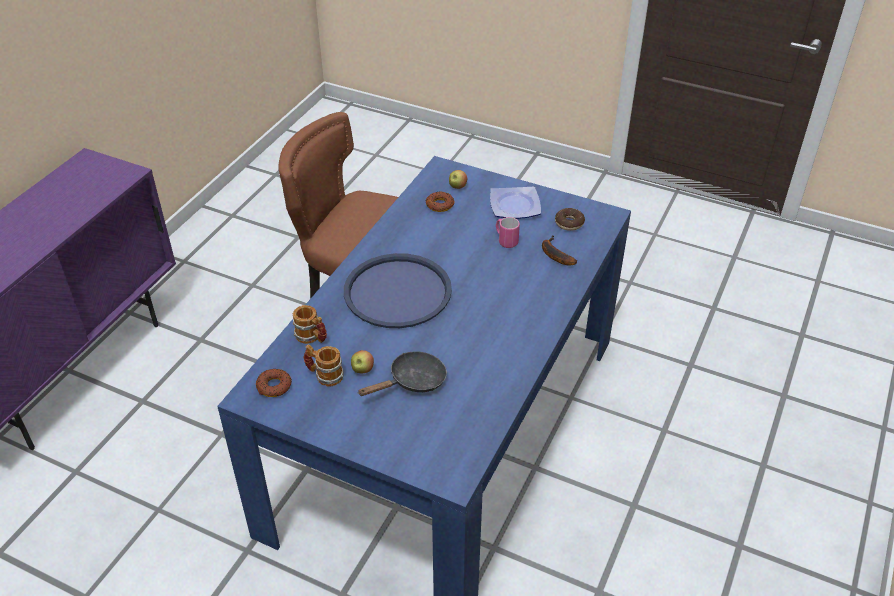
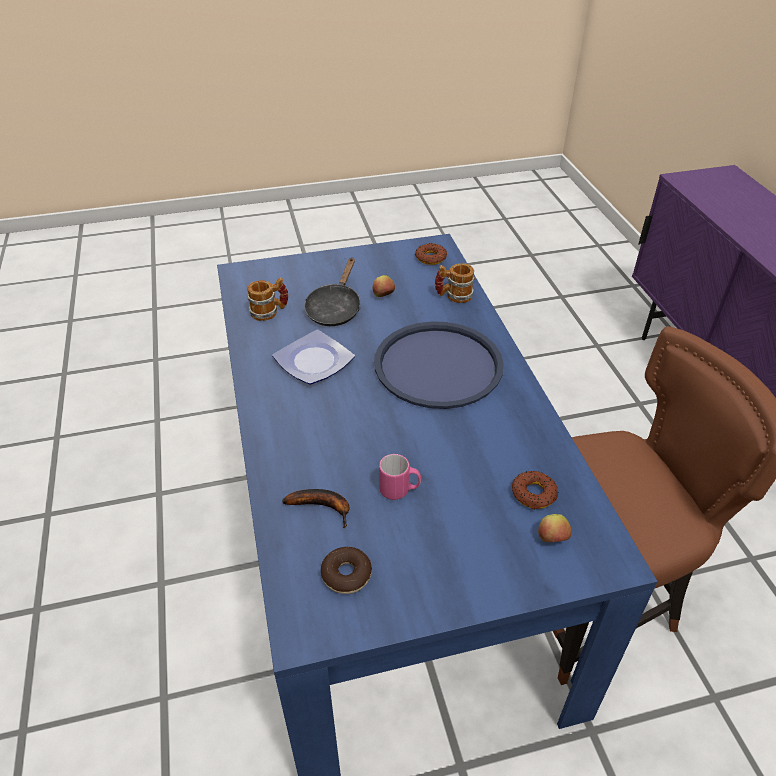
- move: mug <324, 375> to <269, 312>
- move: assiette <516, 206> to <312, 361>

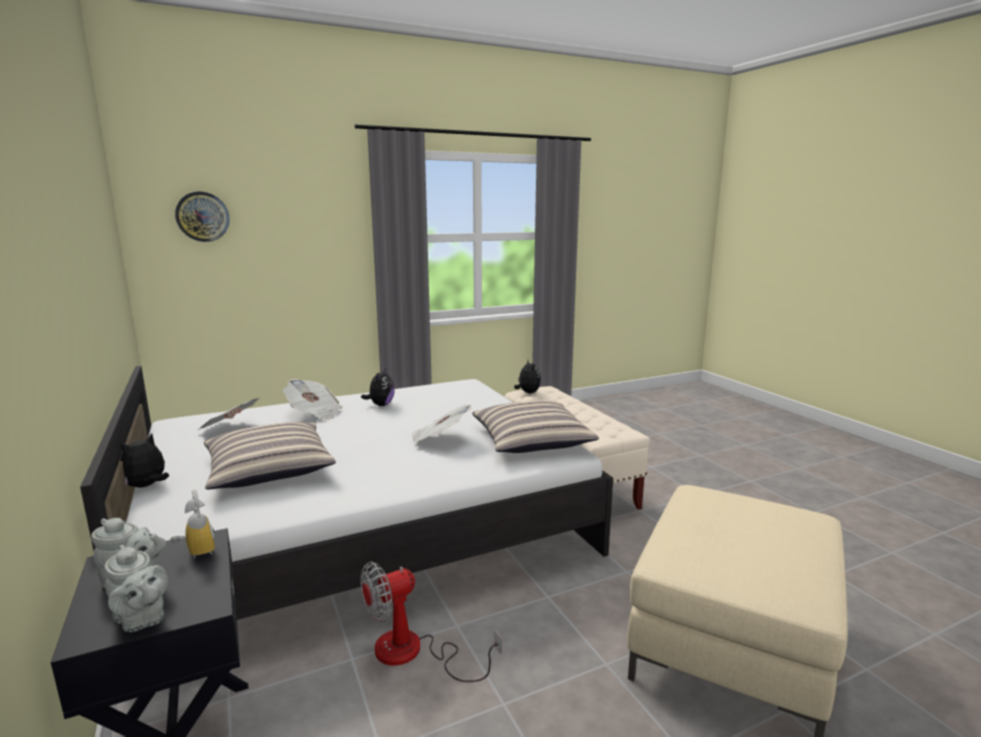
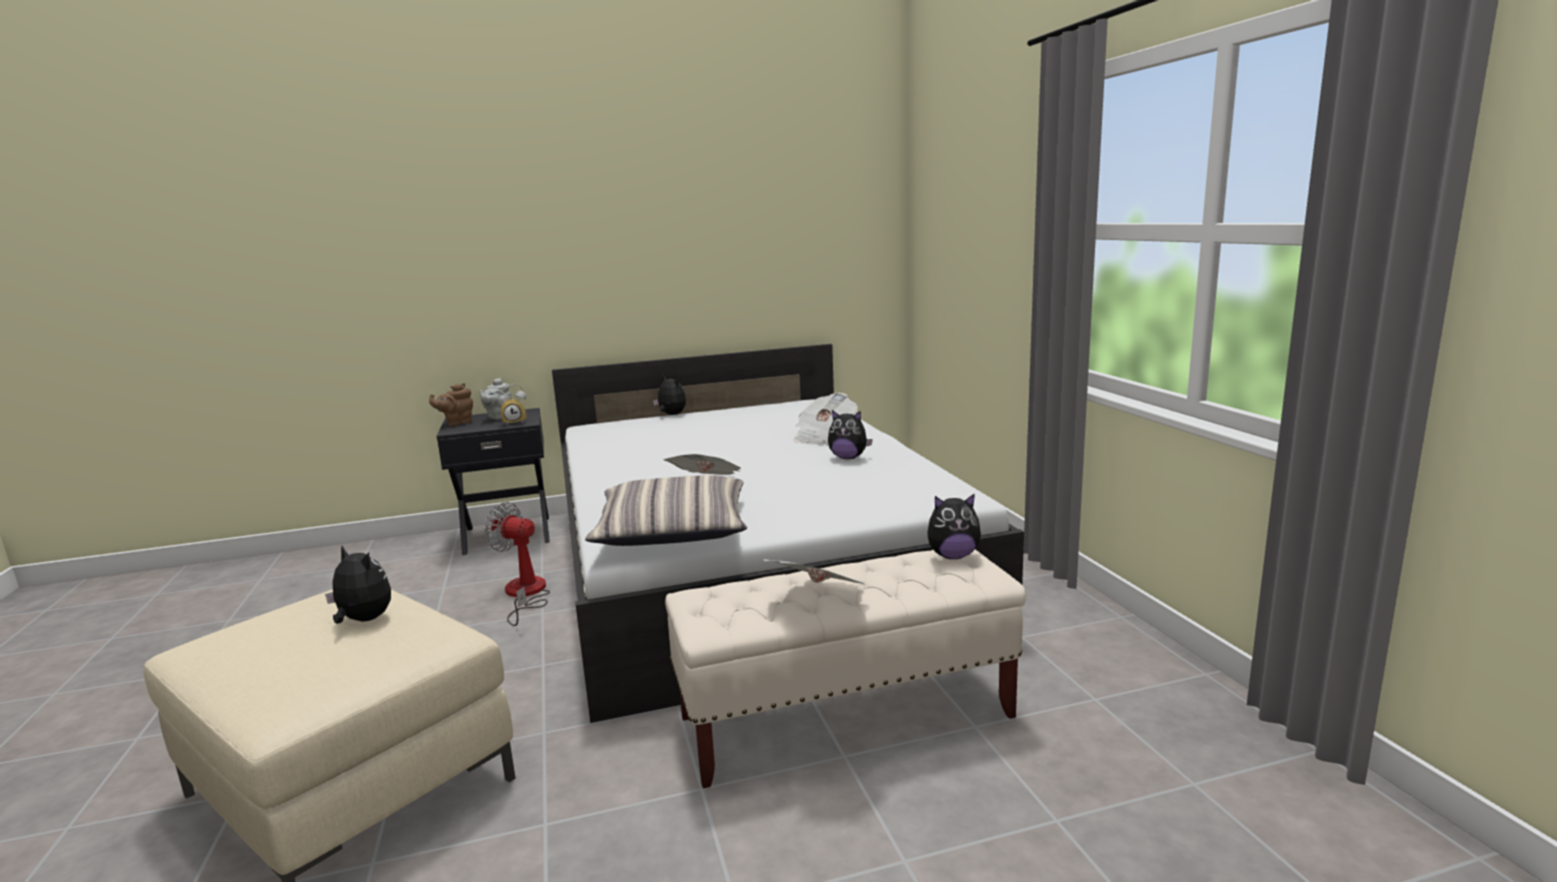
- insert: peluche <363, 620>
- recolor: théière/gris <141, 619> to théière/marron <457, 423>
- rotate: ventilateur <413, 653> = <525, 594> 45 degrees counterclockwise
- move: journal <230, 429> to <821, 599>
- delete: horloge murale <202, 216>
- delete: coussin <269, 468>

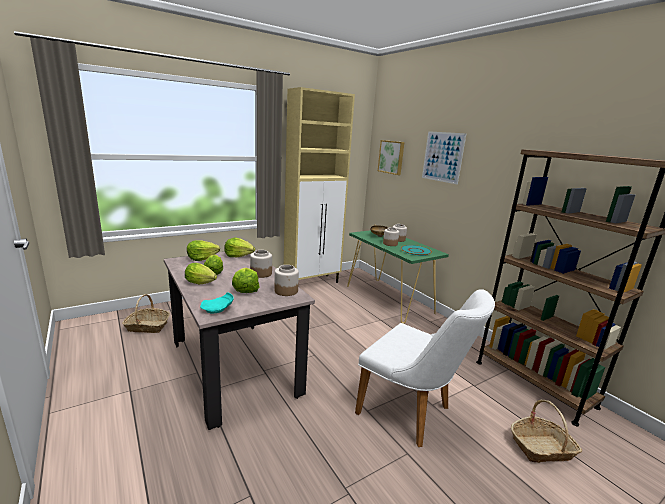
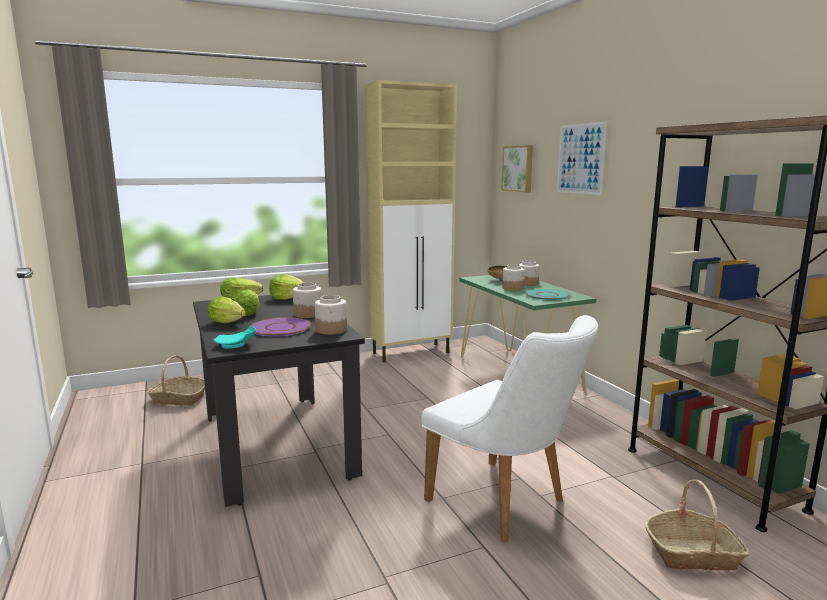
- recolor: table à manger/beige <234, 366> to table à manger/noir <276, 443>
- replace: laitue <245, 289> to assiette/violet <280, 328>

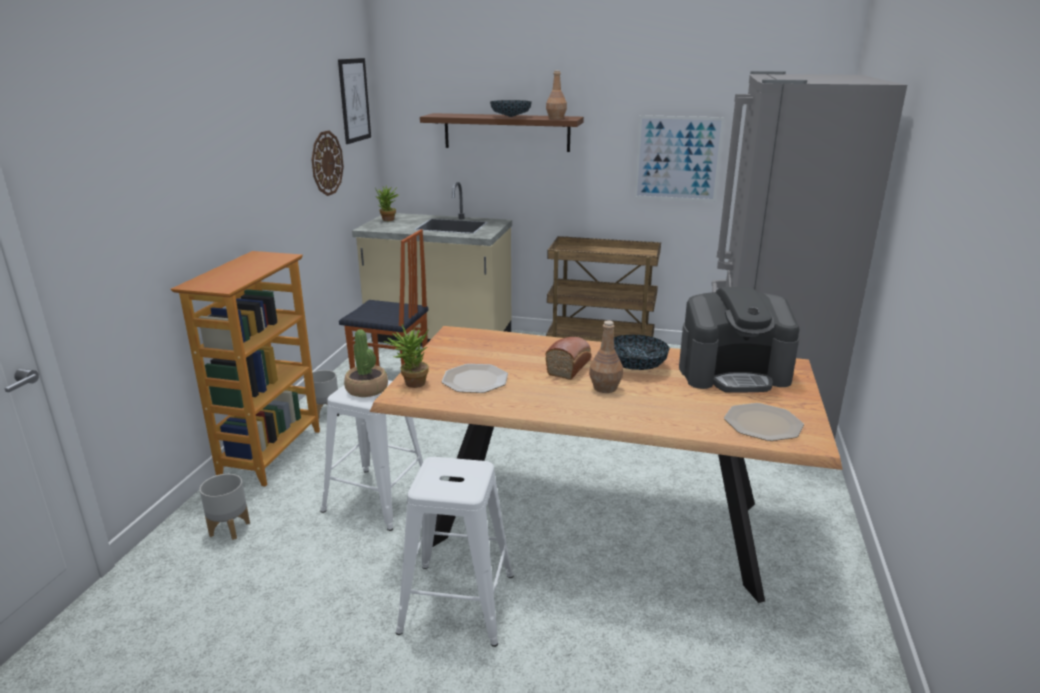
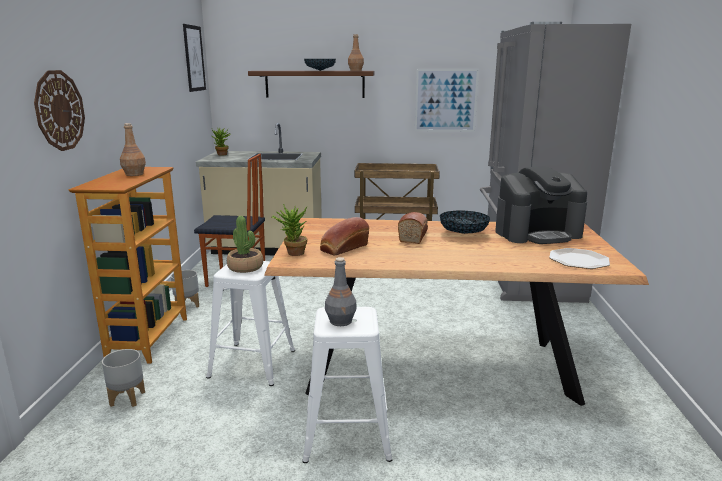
- move: horloge murale <326, 163> to <59, 110>
- move: bouteille/marron <605, 388> to <134, 174>
- replace: assiette <474, 380> to pain <343, 248>
- insert: bouteille/gris <341, 321>

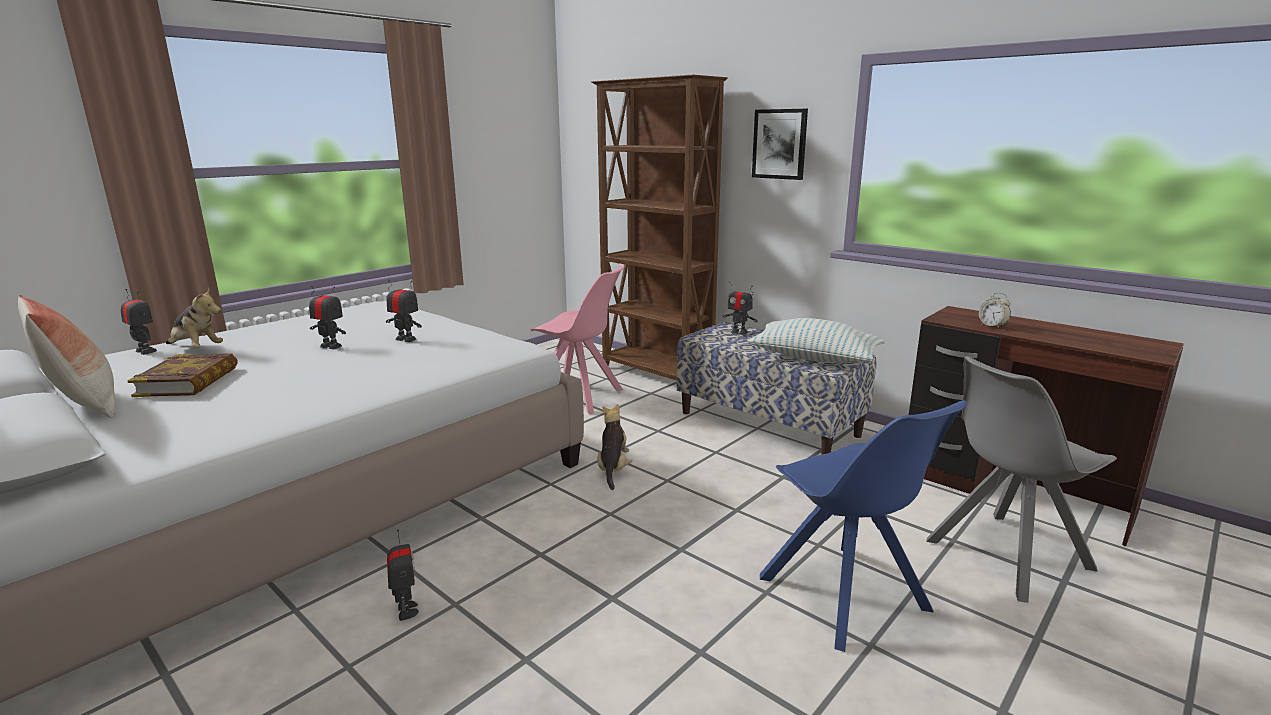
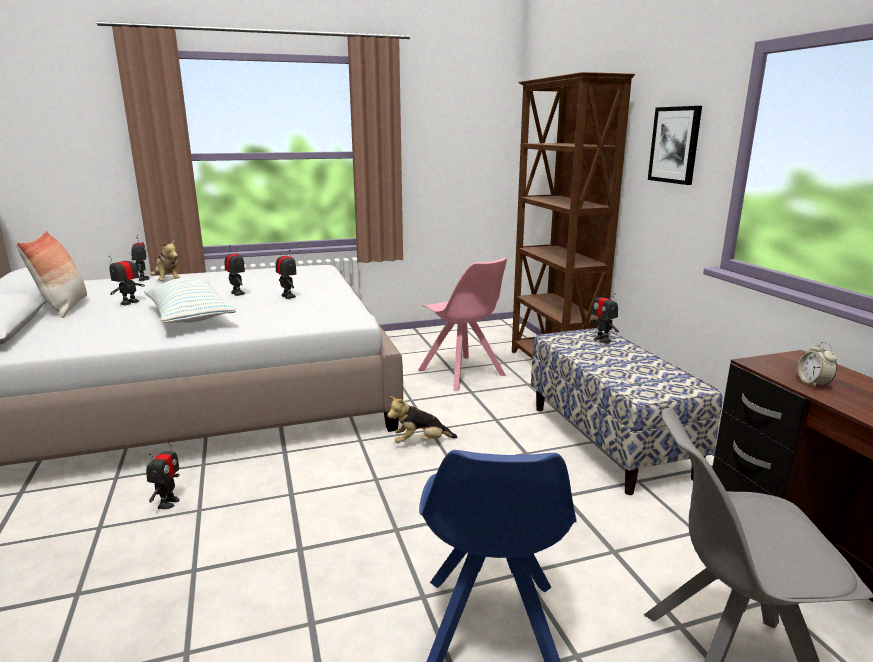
- replace: livre <188, 381> to robot jouet <129, 303>
- move: coussin <813, 358> to <189, 317>
- rotate: peluche <613, 469> = <420, 442> 135 degrees counterclockwise

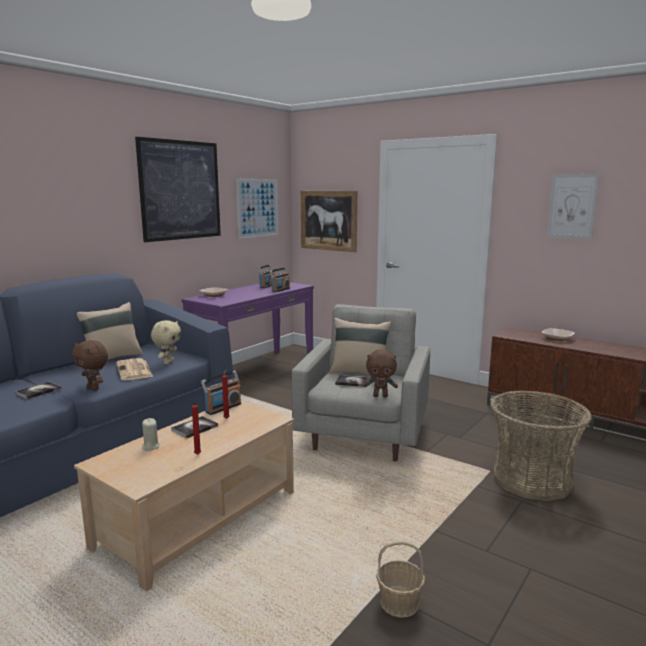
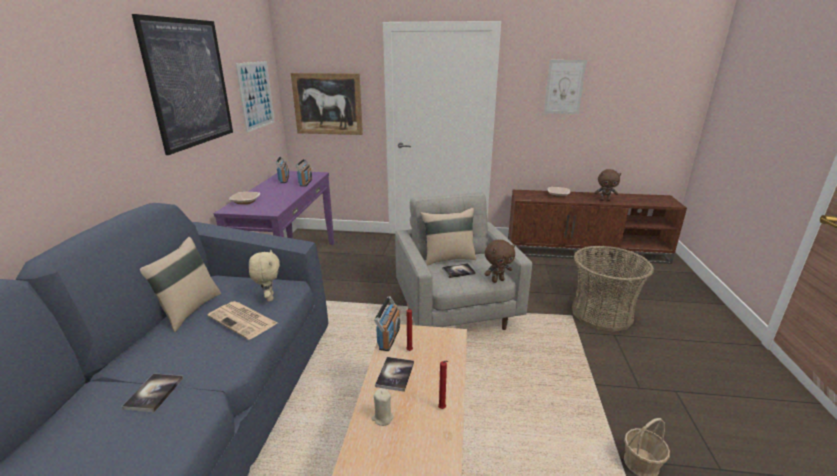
- move: peluche/marron <94, 388> to <605, 200>

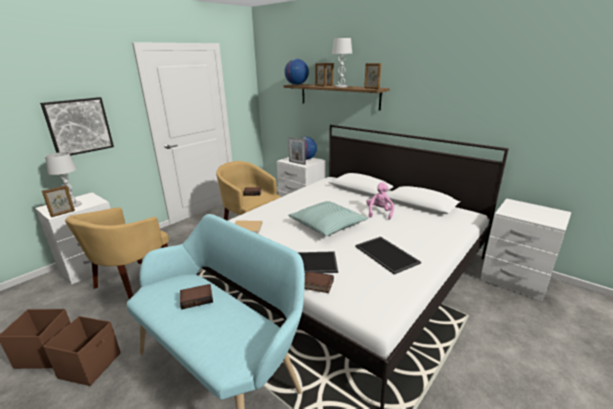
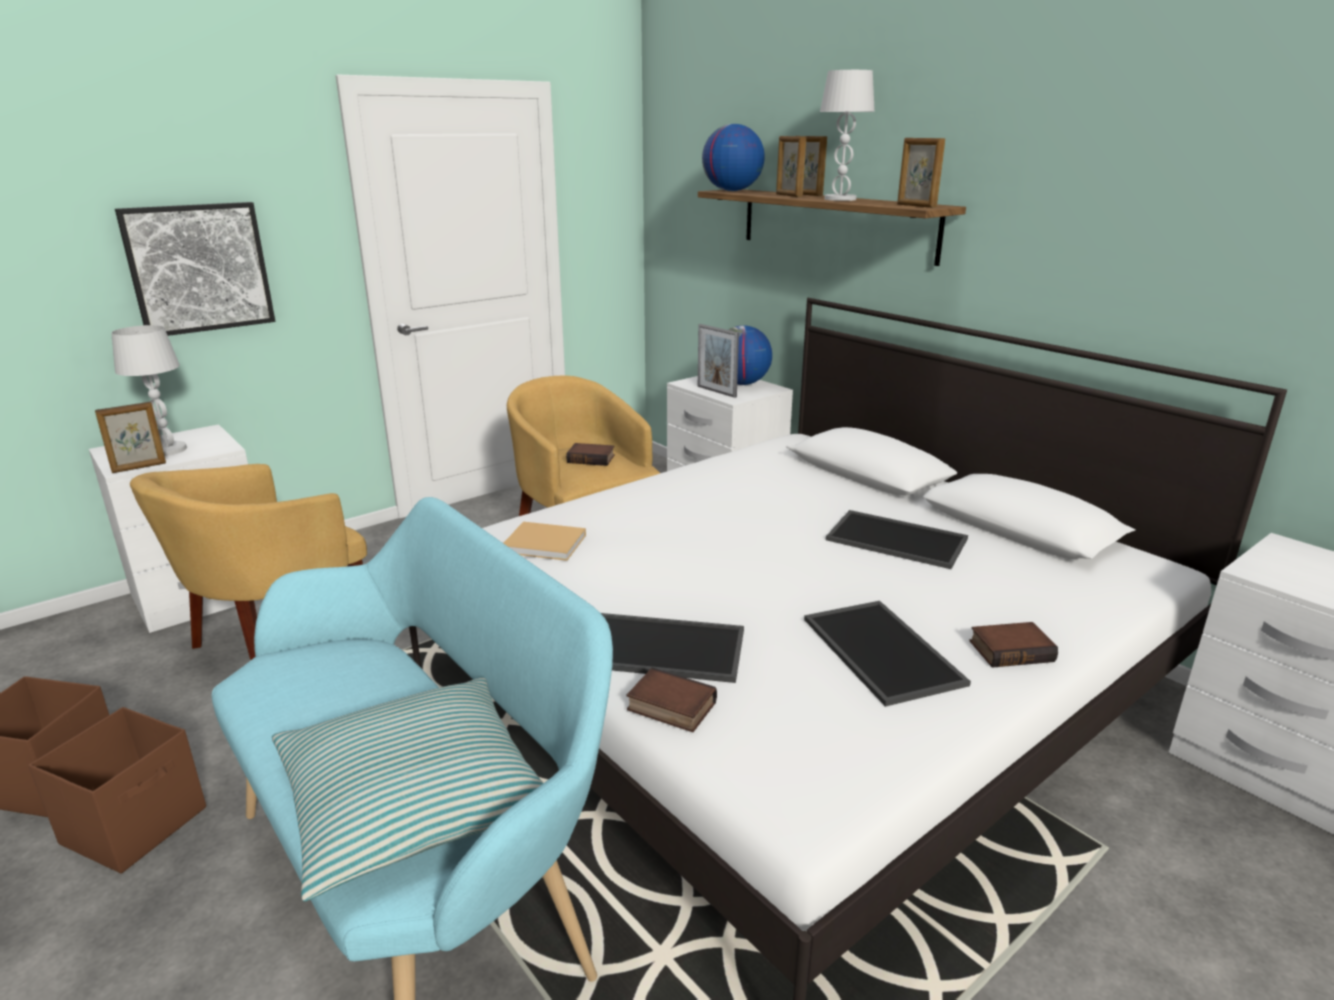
- move: coussin <327, 225> to <413, 798>
- replace: peluche/rose <379, 213> to plateau <898, 539>
- move: livre <197, 298> to <1011, 650>

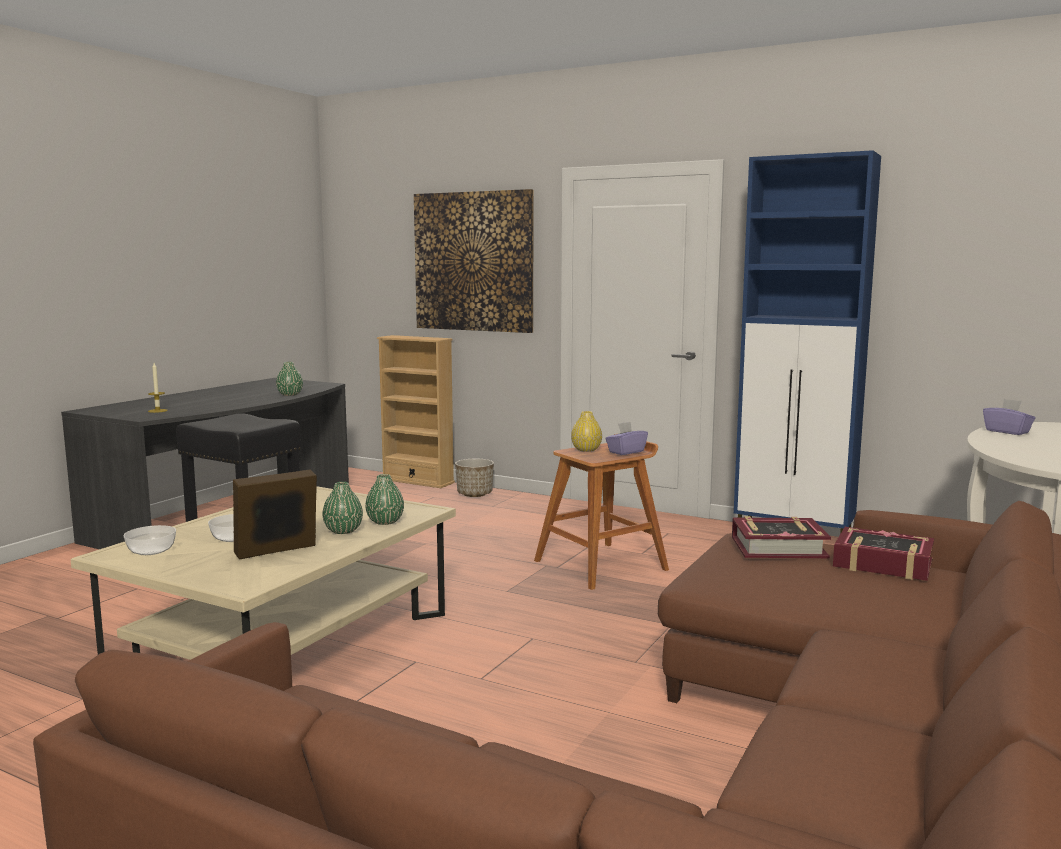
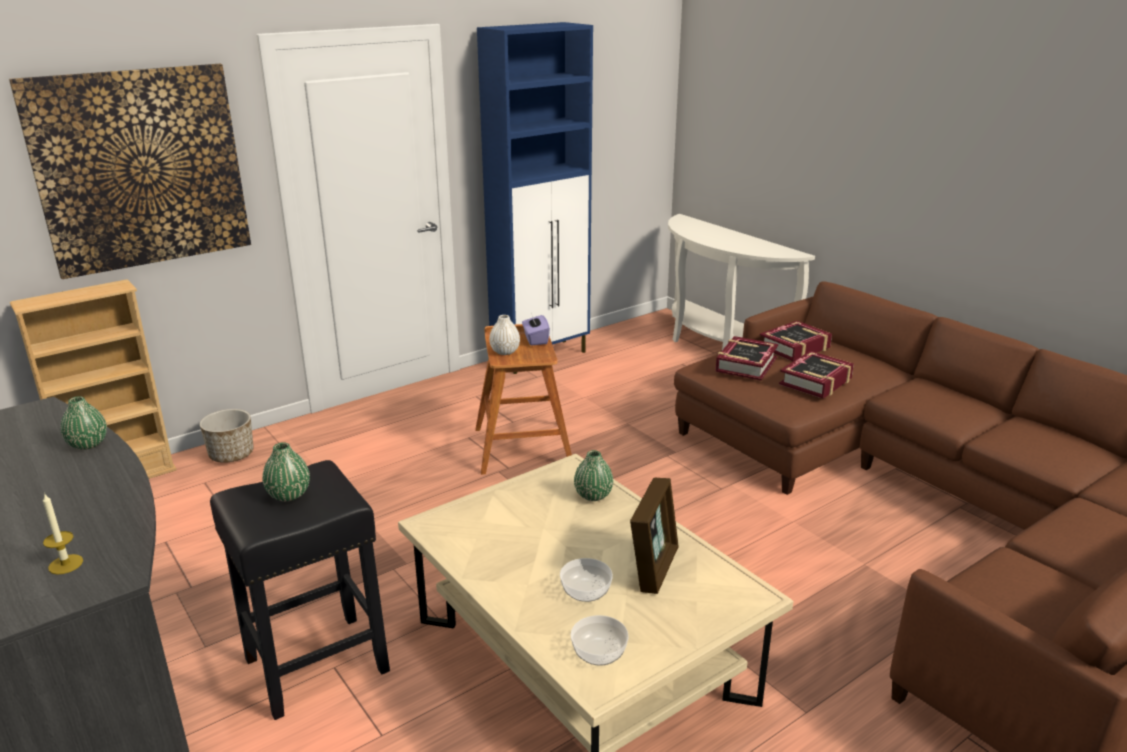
- move: vase/vert <343, 531> to <289, 494>
- recolor: vase/jaune <586, 450> to vase/blanc <505, 351>
- rotate: cadre photo <277, 552> = <654, 568> 150 degrees counterclockwise
- insert: livre <816, 381>
- delete: boîte à mouchoirs/violet <1007, 431>

